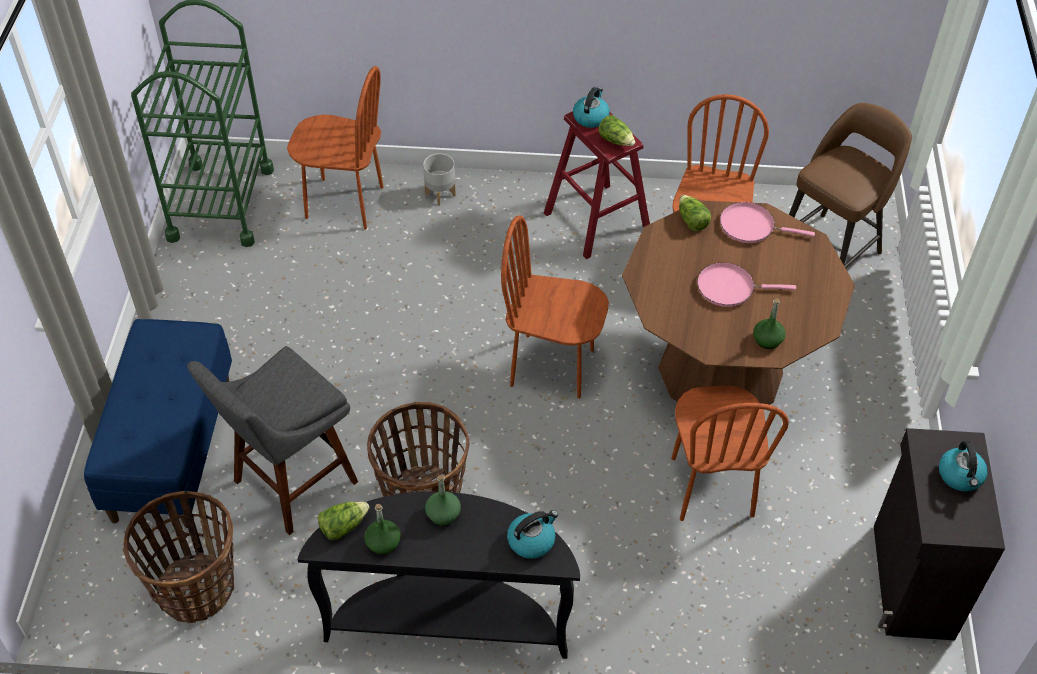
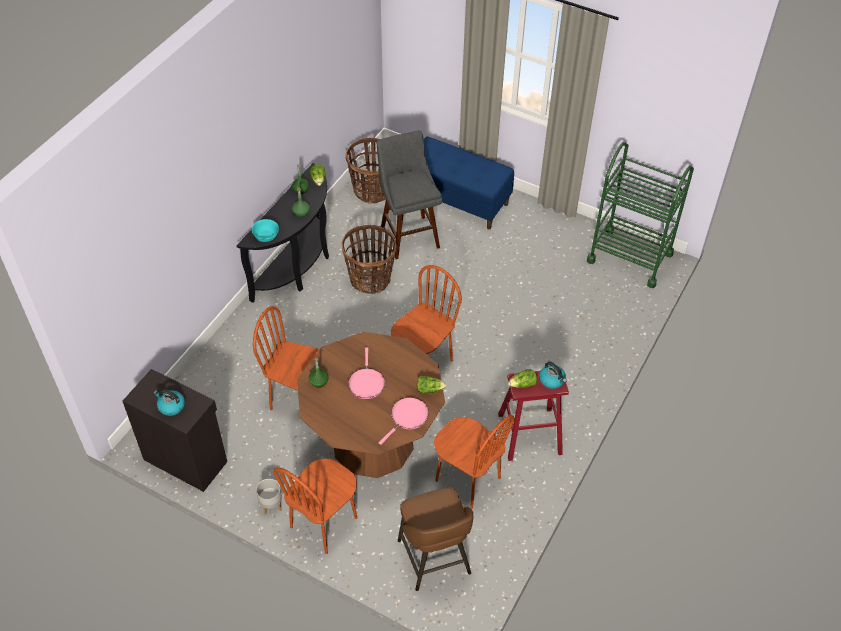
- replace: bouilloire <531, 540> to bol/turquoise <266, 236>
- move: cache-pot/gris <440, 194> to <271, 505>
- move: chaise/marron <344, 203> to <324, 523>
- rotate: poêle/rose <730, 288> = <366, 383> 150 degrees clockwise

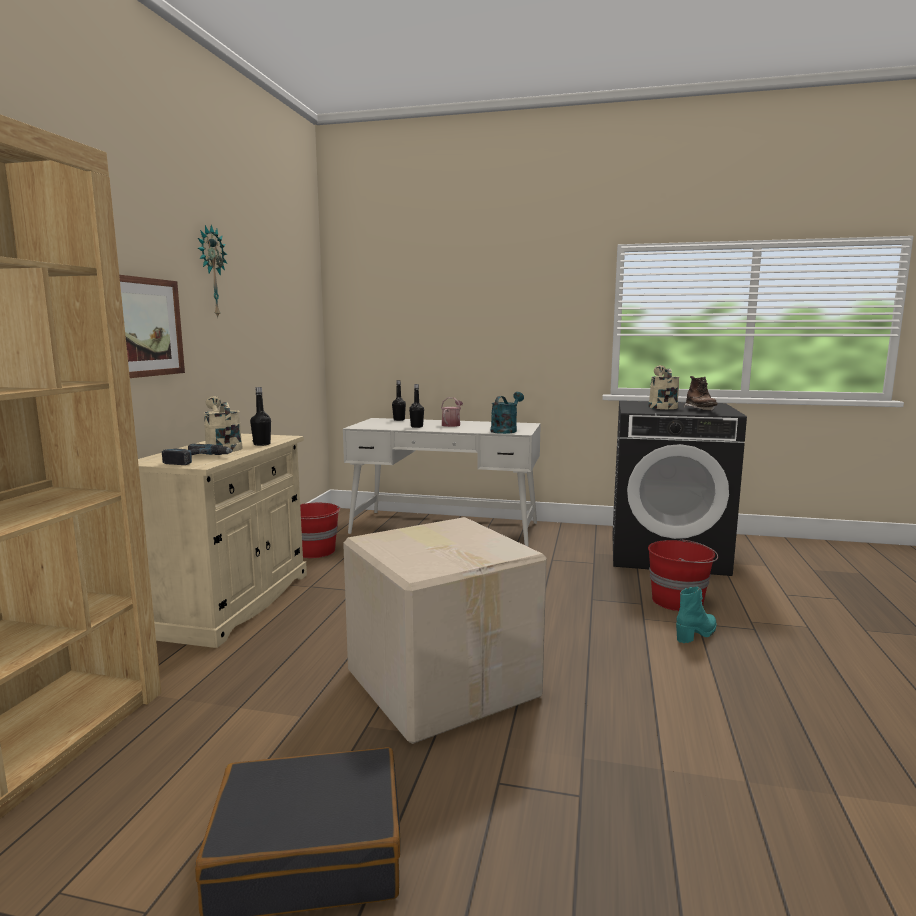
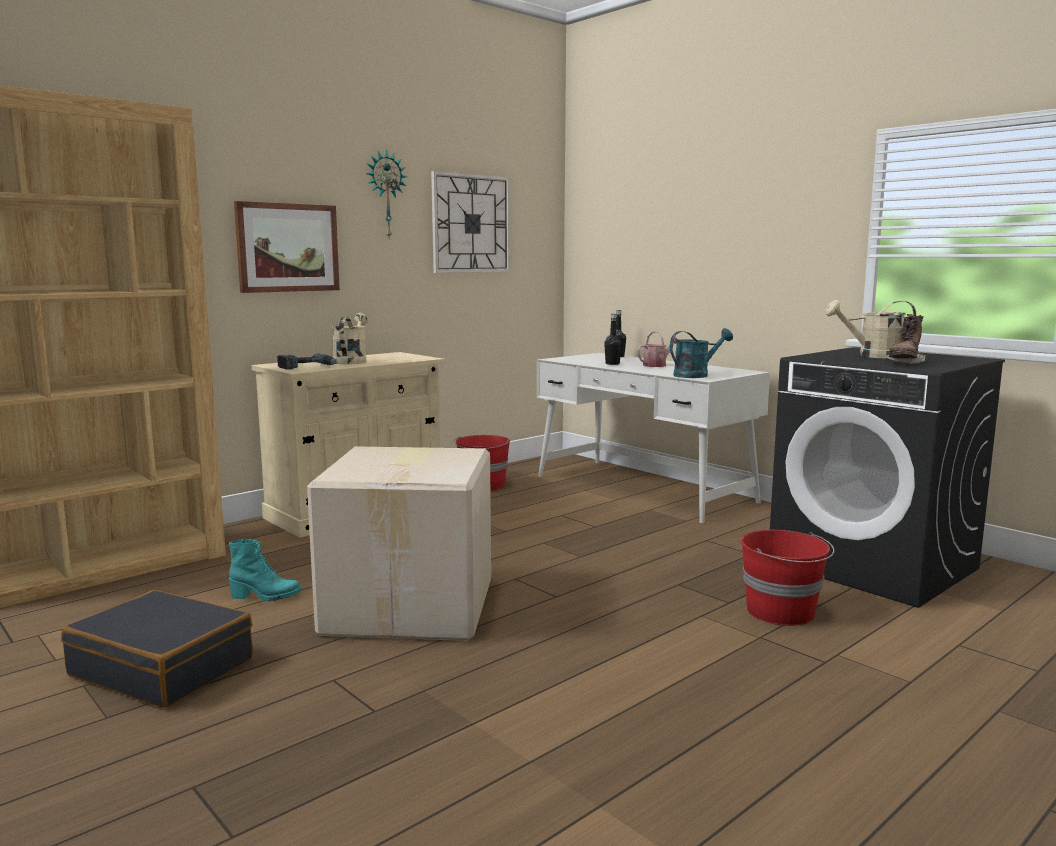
- move: botte/turquoise <696, 634> to <265, 596>
- insert: horloge murale <471, 224>
- rotate: arrosoir/beige <661, 406> = <872, 356> 135 degrees counterclockwise
- delete: bouteille/noir <262, 444>

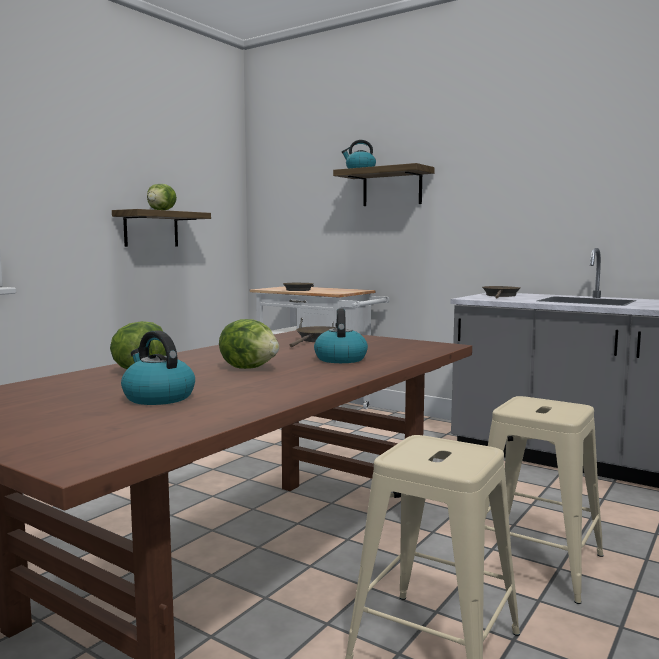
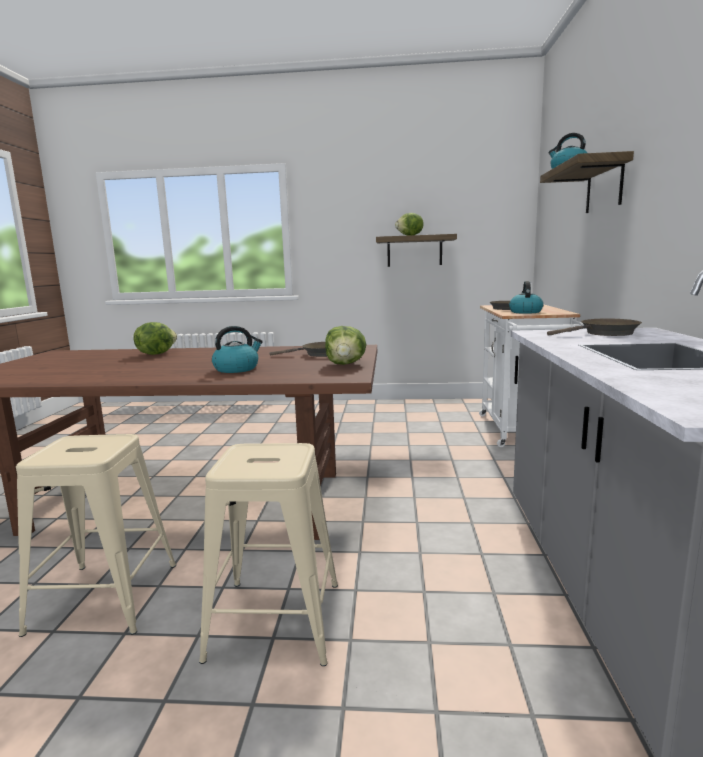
- move: laitue <250, 368> to <345, 364>
- move: bouilloire <158, 397> to <525, 312>

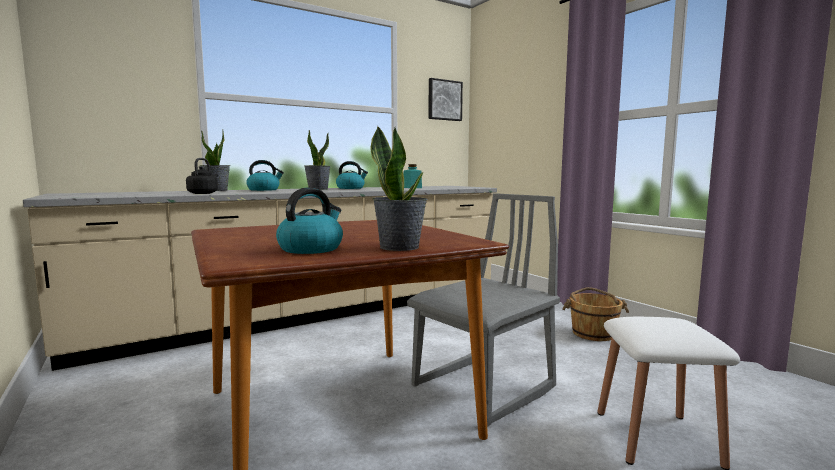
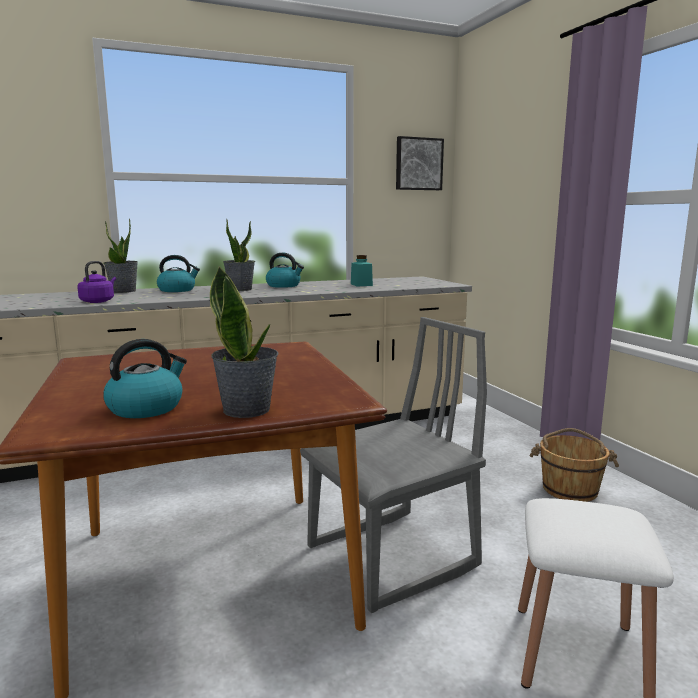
- recolor: bouilloire/noir <204, 193> to bouilloire/violet <98, 301>

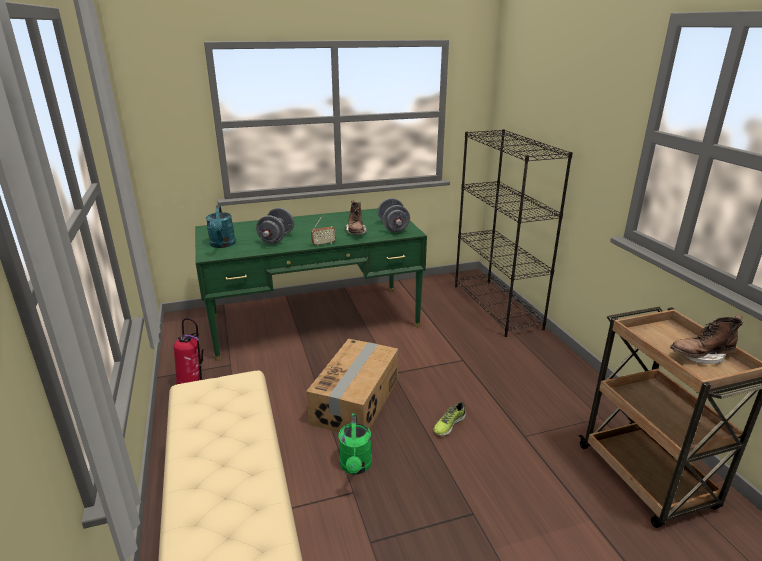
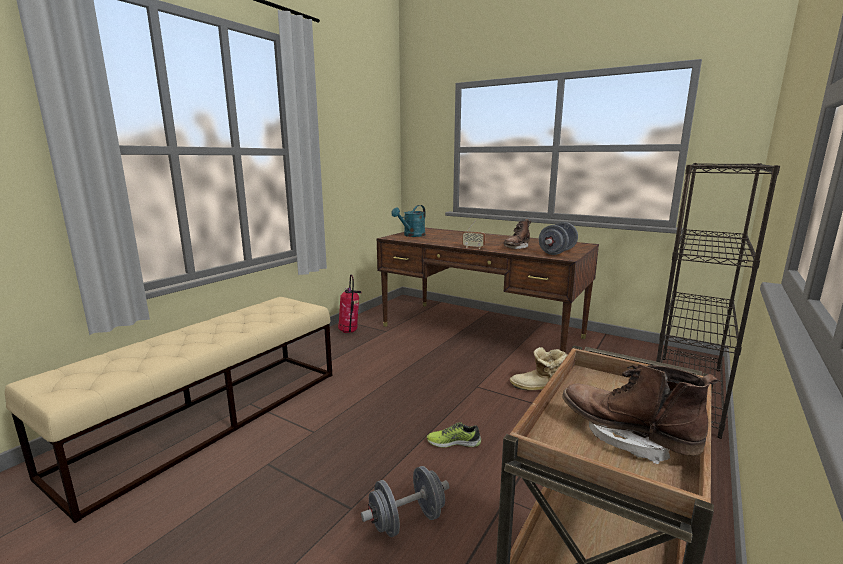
- move: haltère/gris <276, 239> to <407, 520>
- recolor: bureau/vert <314, 321> to bureau/marron <480, 331>
- insert: botte <538, 387>
- delete: carton <356, 401>
- delete: arrosoir/vert <356, 467>

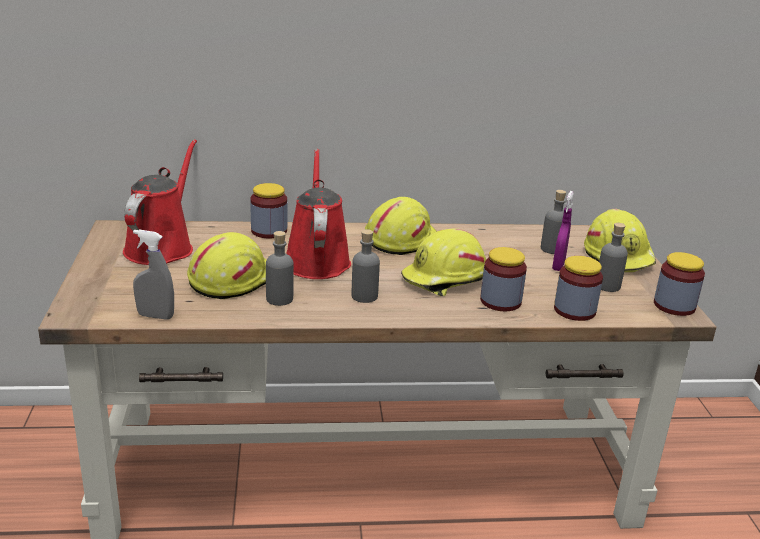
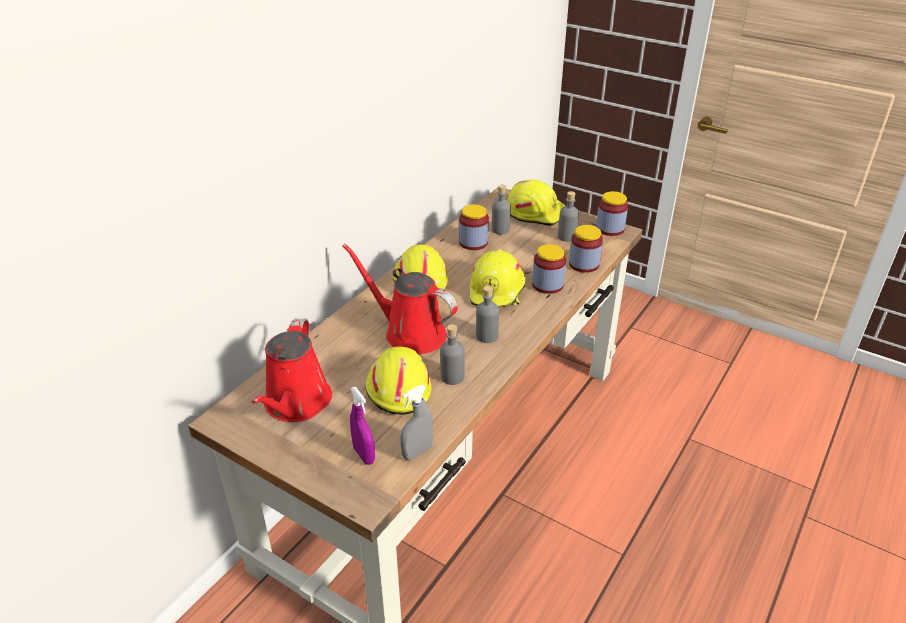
- rotate: arrosoir/rouge <162, 247> = <296, 404> 135 degrees counterclockwise
- move: vaporisateur/violet <558, 266> to <364, 455>
- move: bocal <269, 231> to <473, 242>

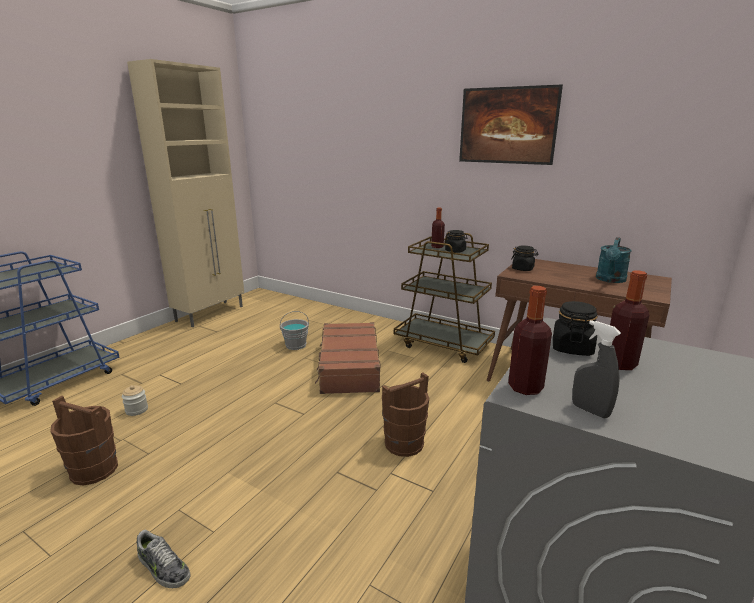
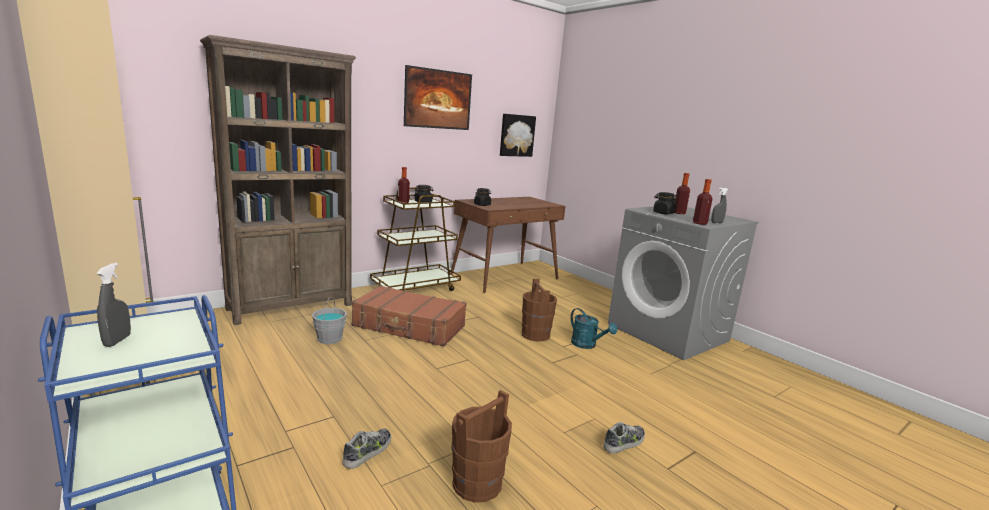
- insert: vaporisateur/gris <117, 341>
- insert: bibliothèque/marron <291, 306>
- replace: bocal <137, 410> to chaussure <368, 452>
- insert: tableau <516, 135>
- move: arrosoir/turquoise <610, 280> to <587, 345>

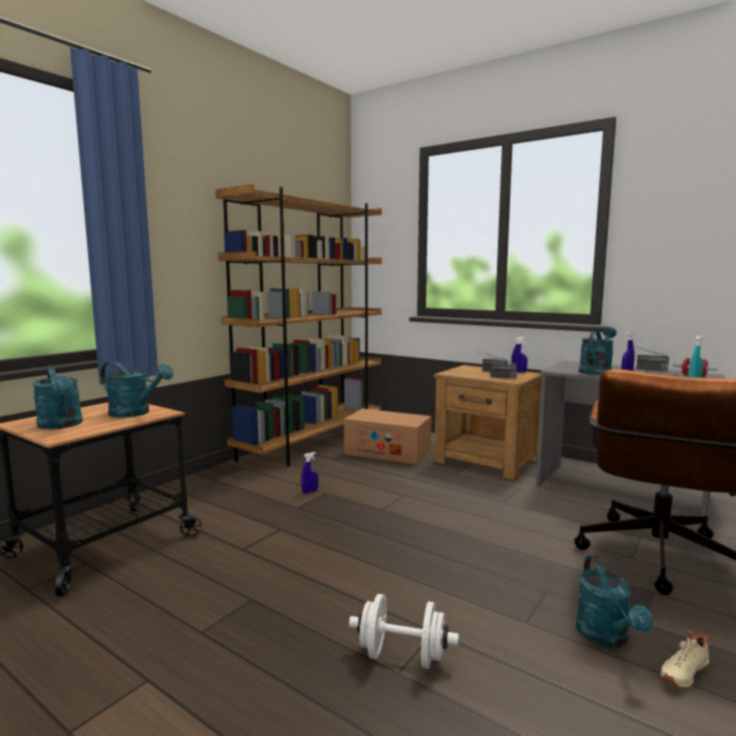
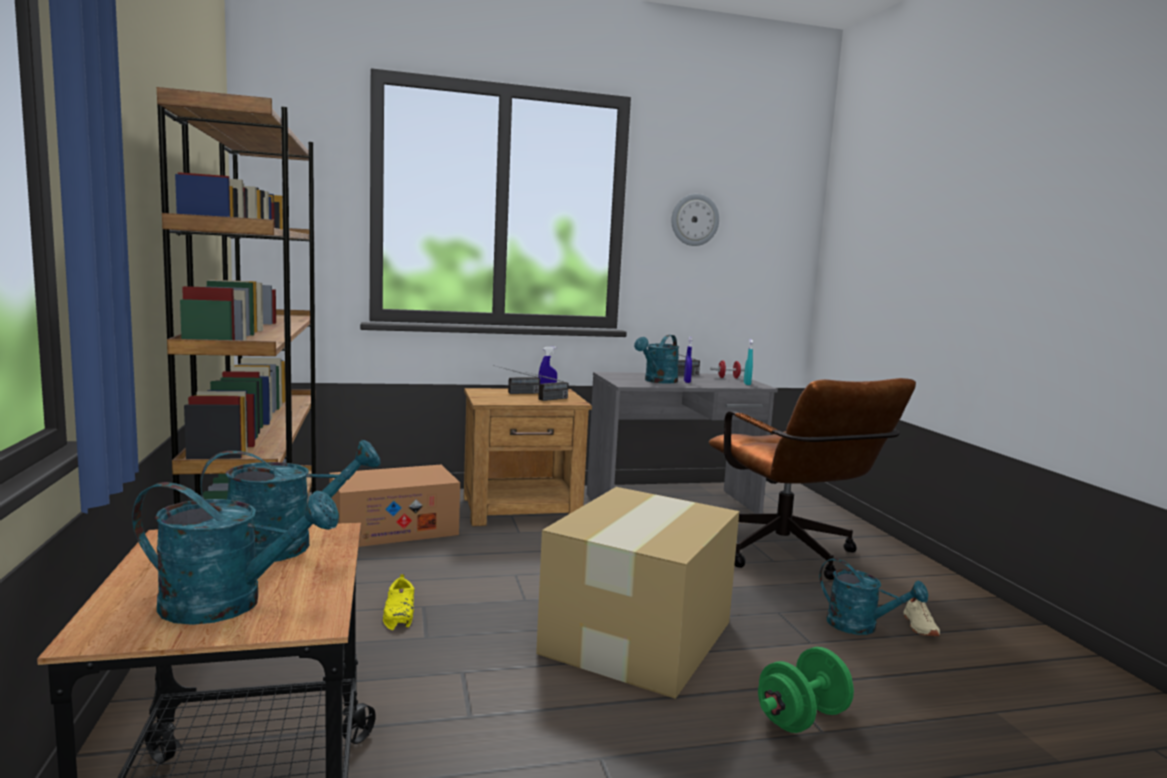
- replace: vaporisateur/bleu <310, 492> to chaussure/jaune <400, 612>
- insert: carton <640, 636>
- rotate: arrosoir/turquoise <596, 371> = <658, 381> 135 degrees counterclockwise
- insert: horloge murale <694, 220>
- recolor: haltère/blanc <402, 656> to haltère/vert <802, 718>

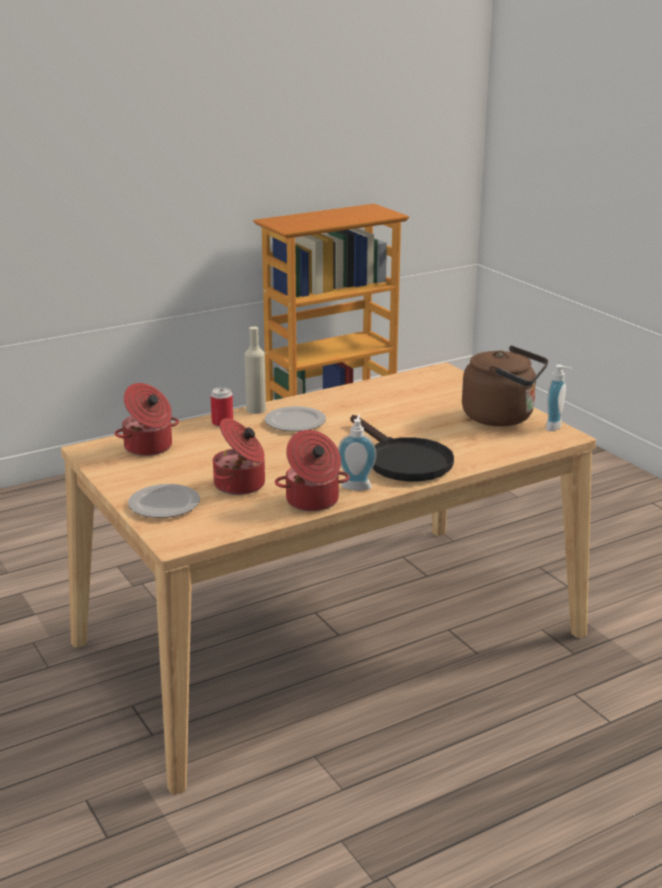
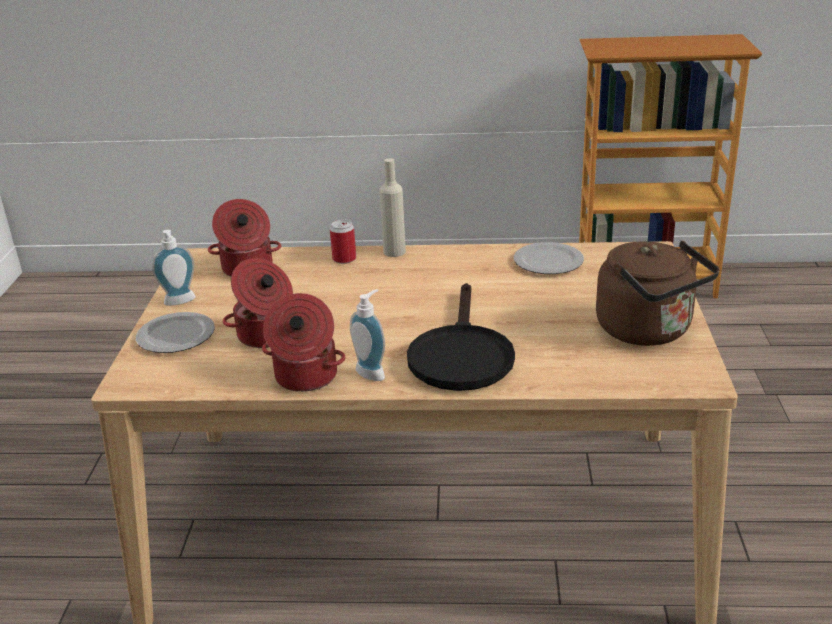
- move: distributeur de savon <556, 427> to <180, 302>
- move: assiette <294, 422> to <547, 261>

